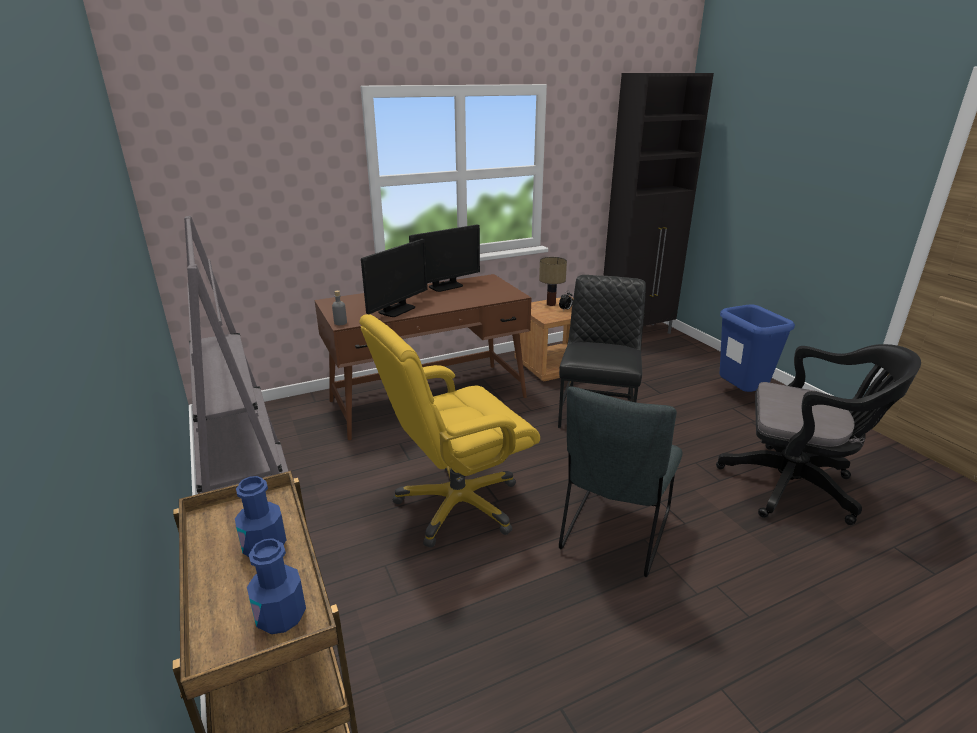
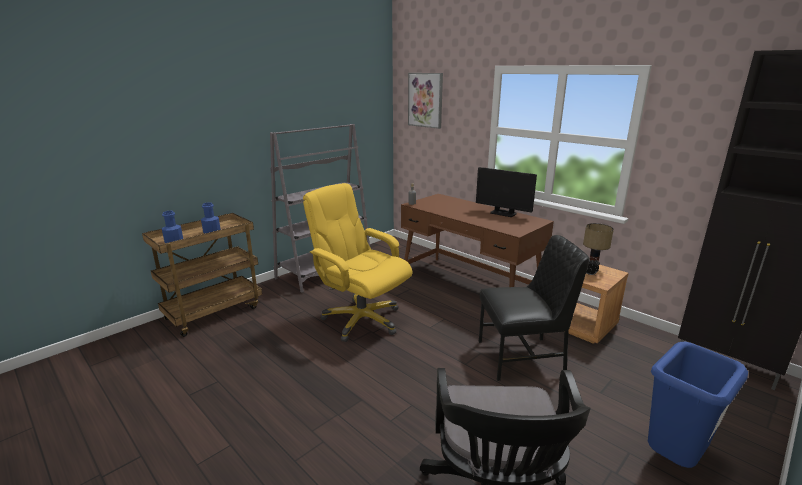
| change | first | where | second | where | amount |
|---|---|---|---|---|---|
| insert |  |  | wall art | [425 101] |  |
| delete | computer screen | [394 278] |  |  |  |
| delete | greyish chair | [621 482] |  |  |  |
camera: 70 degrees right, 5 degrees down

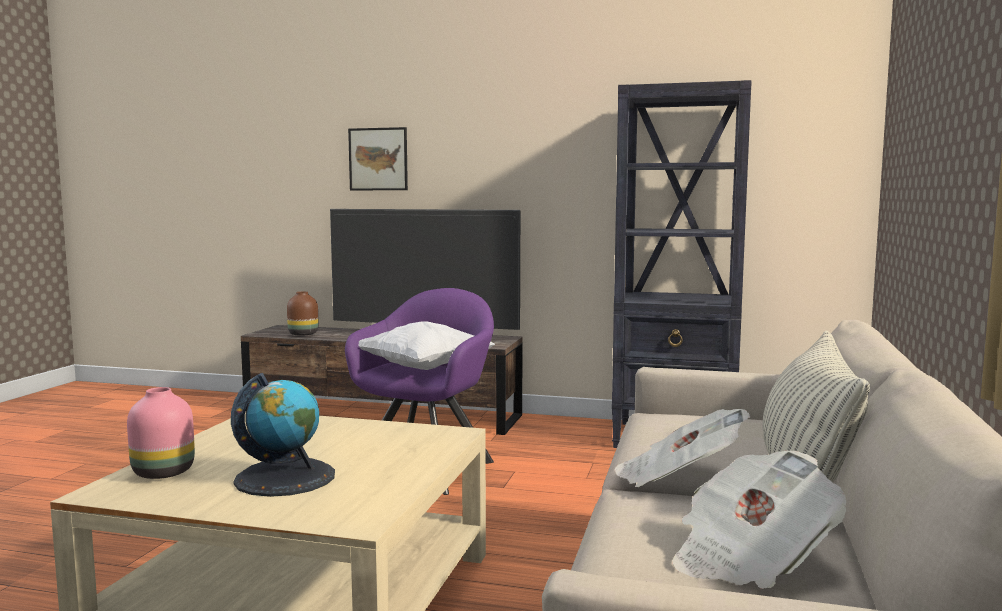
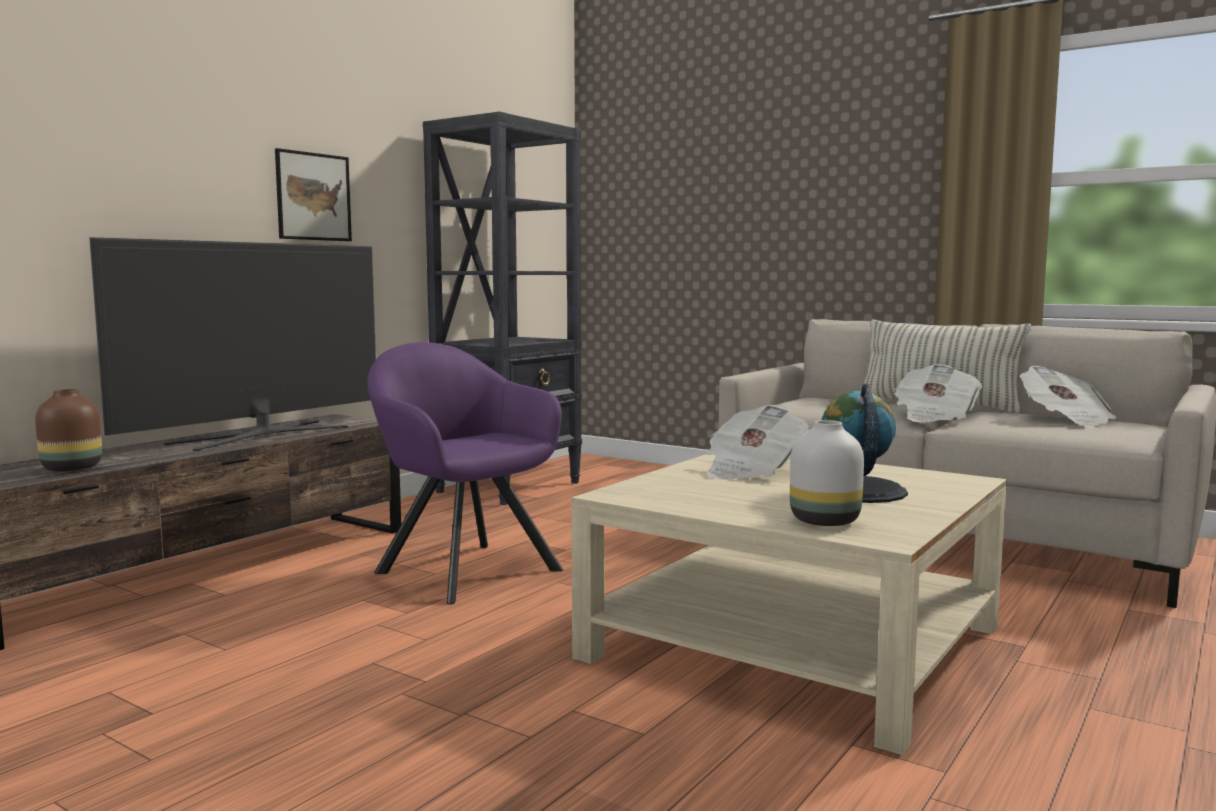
| change | first | where | second | where | amount |
|---|---|---|---|---|---|
| move | wall art | [378 158] |  | [313 194] |  |
| insert |  |  | newspaper | [757 442] |  |
| recolor | pink-coloured vase | [161 433] | white-coloured vase | [827 473] |  |
| delete | white-coloured pillow | [426 345] |  |  |  |
camera: 70 degrees left, 0 degrees up

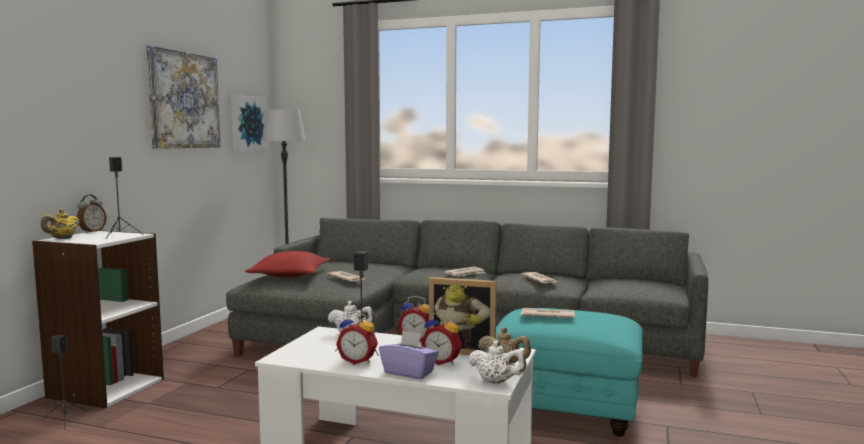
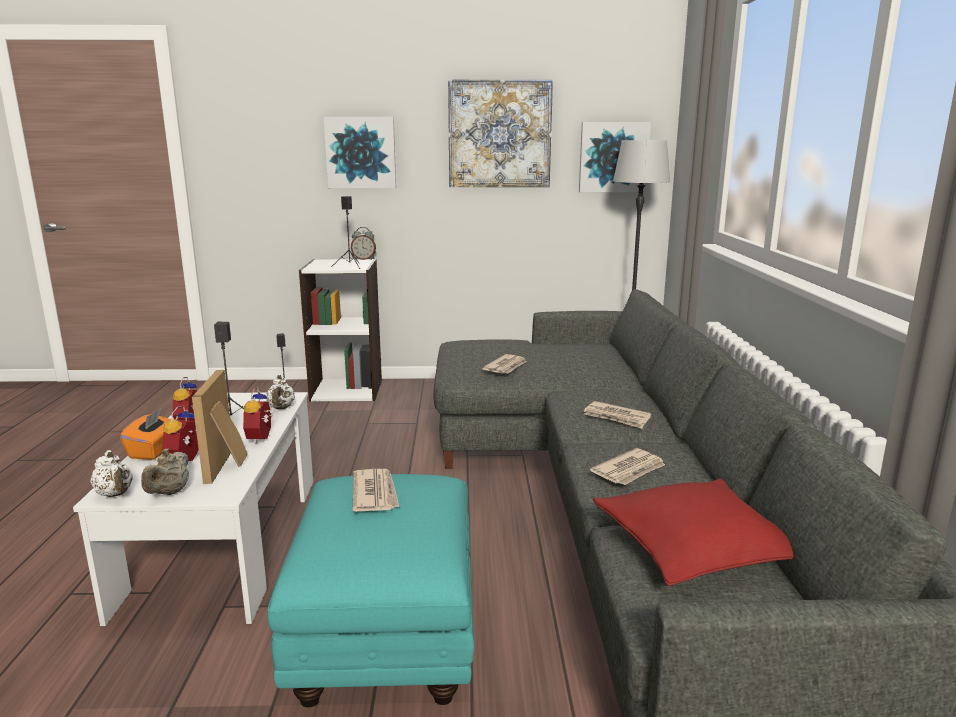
| change | first | where | second | where | amount |
|---|---|---|---|---|---|
| rotate | white-coloured teapot | [497 362] |  | [111 473] | 45 degrees counterclockwise |
| recolor | purple-coloured tissue box | [408 354] | orange tissue box | [146 434] |  |
| insert |  |  | wall art | [360 152] |  |
| move | reddish pillow | [287 264] |  | [693 532] |  |
| delete | yellow-coloured teapot | [60 224] |  |  |  |
camera: 70 degrees right, 10 degrees up

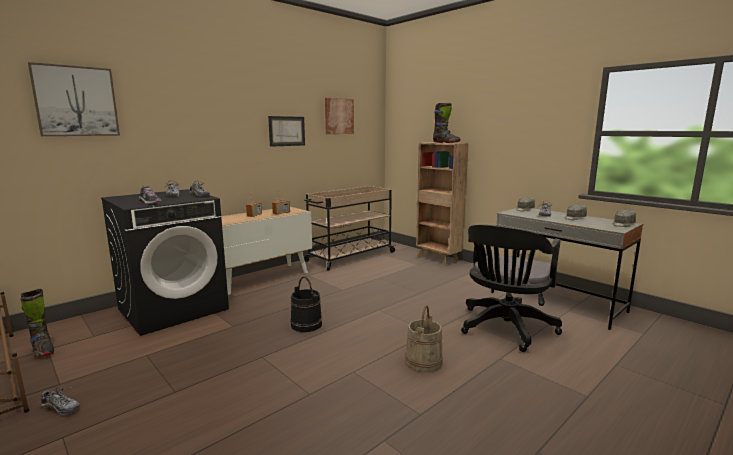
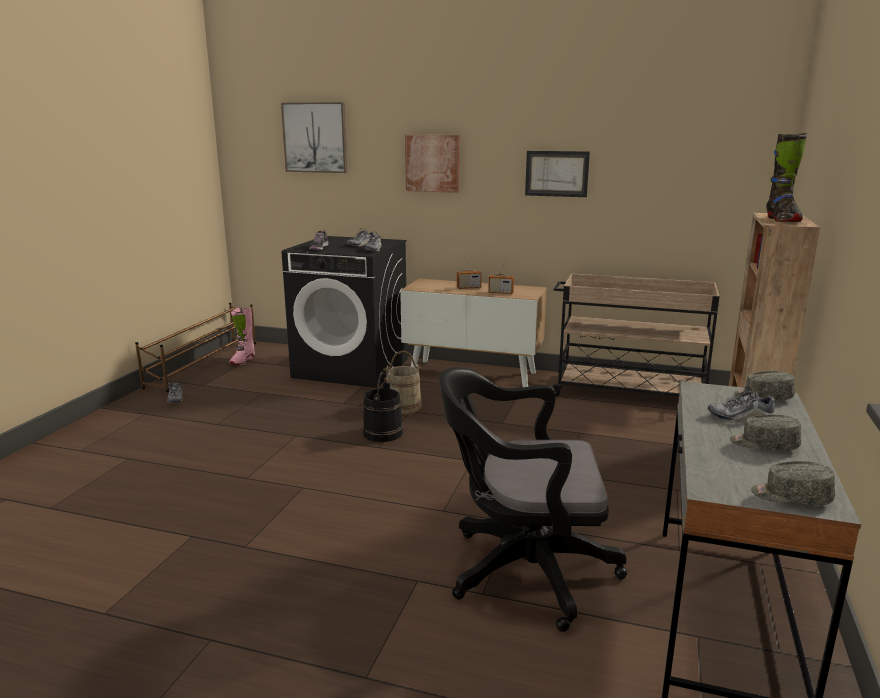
| change | first | where | second | where | amount |
|---|---|---|---|---|---|
| recolor | blackish tall boot | [37 323] | pink-coloured tall boot | [242 336] |  |
| move | sand-coloured bucket | [424 339] |  | [402 382] |  |
| move | wall art | [339 116] |  | [432 164] |  |
camera: 60 degrees right, 5 degrees up

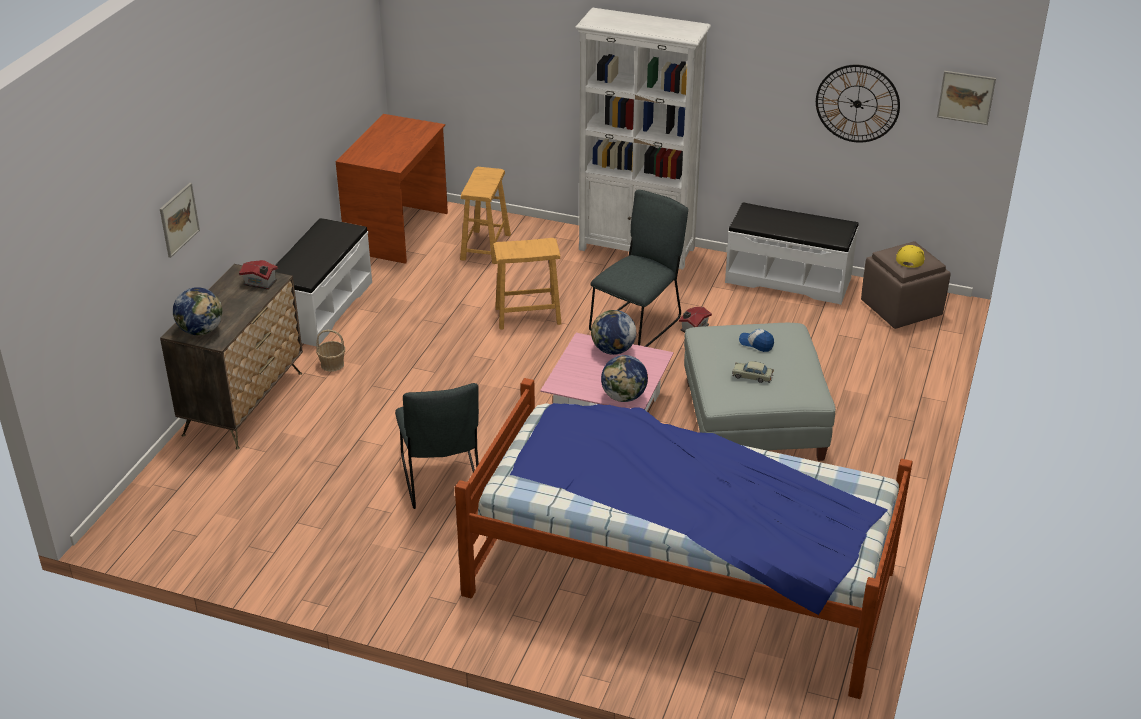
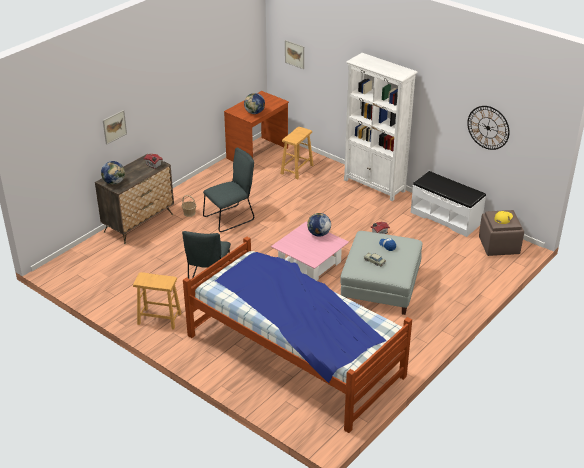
| change | first | where | second | where | amount |
|---|---|---|---|---|---|
| move | brownish stool seat | [527 284] |  | [157 301] |  |
| move | greyish chair | [638 268] |  | [228 190] |  |
| move | desk globe | [624 378] |  | [254 103] |  |
| move | wall art | [966 98] |  | [294 54] |  |
| delete | white-coloured long seat | [323 282] |  |  |  |
camera: 20 degrees right, 0 degrees up

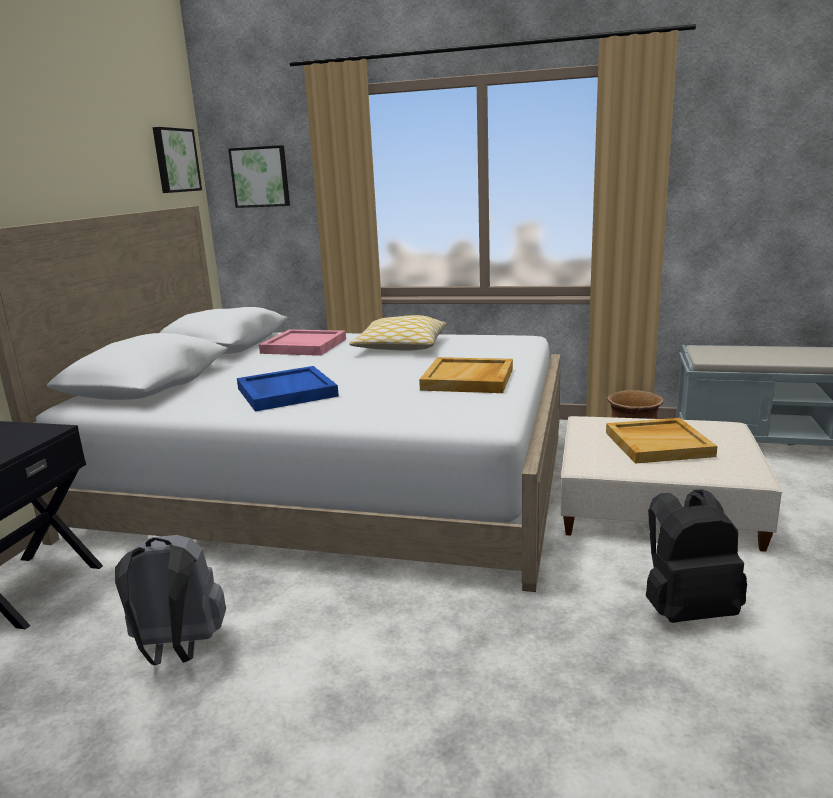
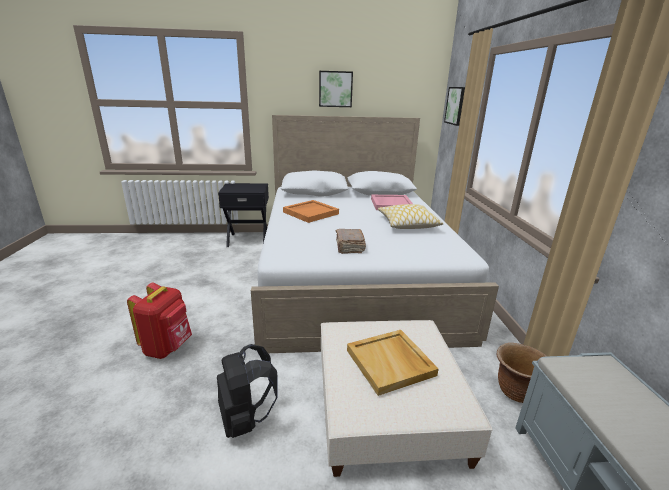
| change | first | where | second | where | amount |
|---|---|---|---|---|---|
| insert |  |  | reddish backpack | [159 321] |  |
| recolor | blue tray | [288 389] | orange tray | [311 211] |  |
| move | wall art | [177 160] |  | [336 89] |  |
| replace | sand-coloured tray | [466 375] | brownish bound book | [351 241] |  |
| delete | greyish backpack | [170 600] |  |  |  |
camera: 70 degrees right, 5 degrees up

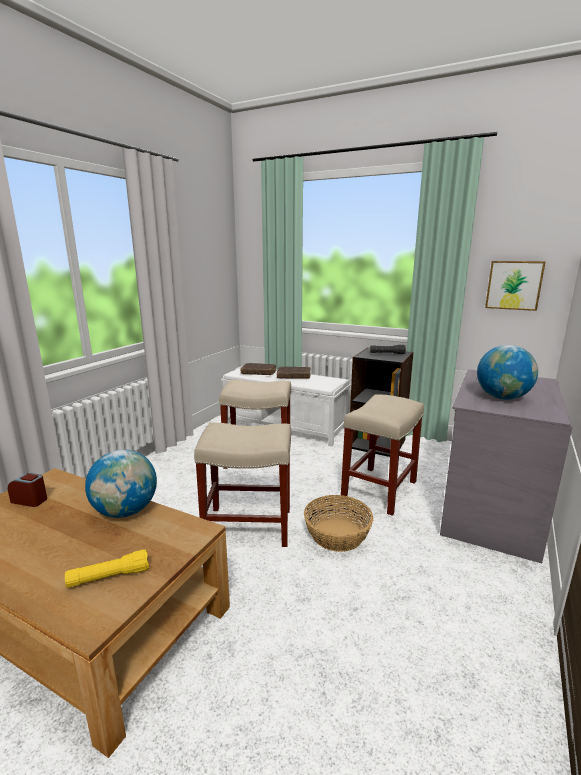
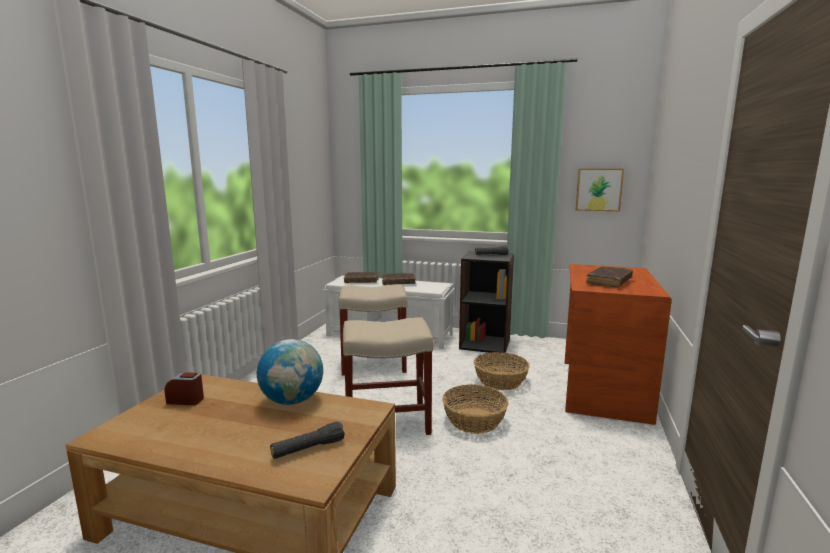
| change | first | where | second | where | amount |
|---|---|---|---|---|---|
| recolor | yellow-coloured flashlight | [107 568] | blackish flashlight | [307 440] |  |
| replace | sand-coloured stool seat | [382 455] | storage basket | [502 371] |  |
| recolor | greyish desk | [506 466] | brownish desk | [618 344] |  |
| replace | desk globe | [507 372] | brownish bound book | [609 276] |  |
camera: 10 degrees left, 5 degrees down

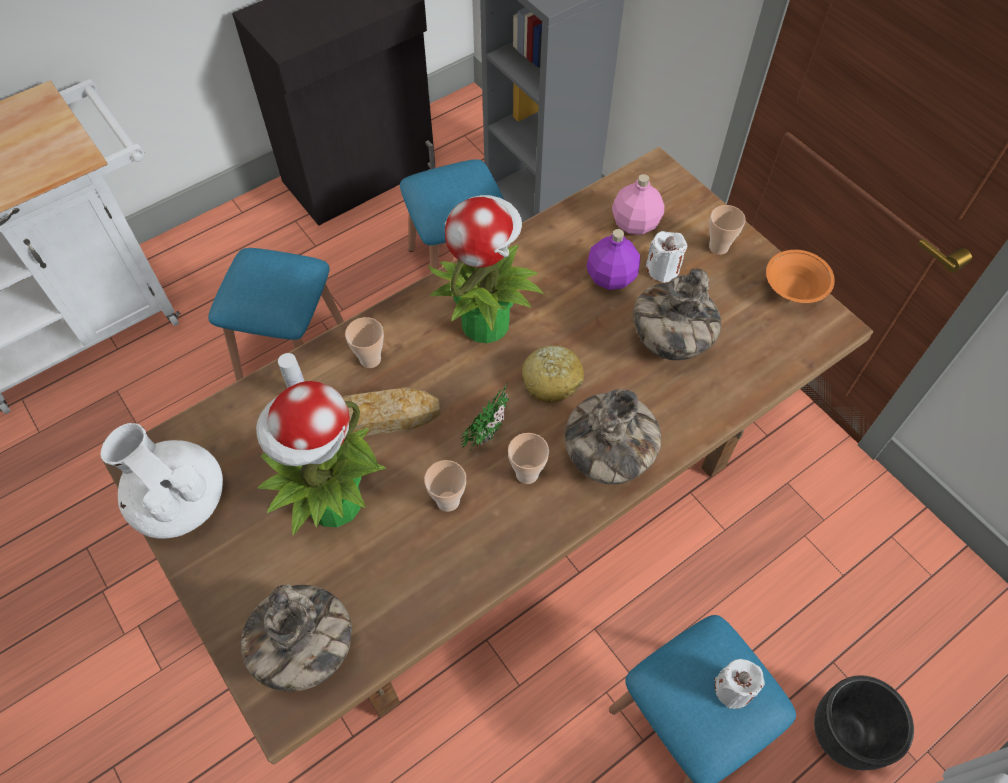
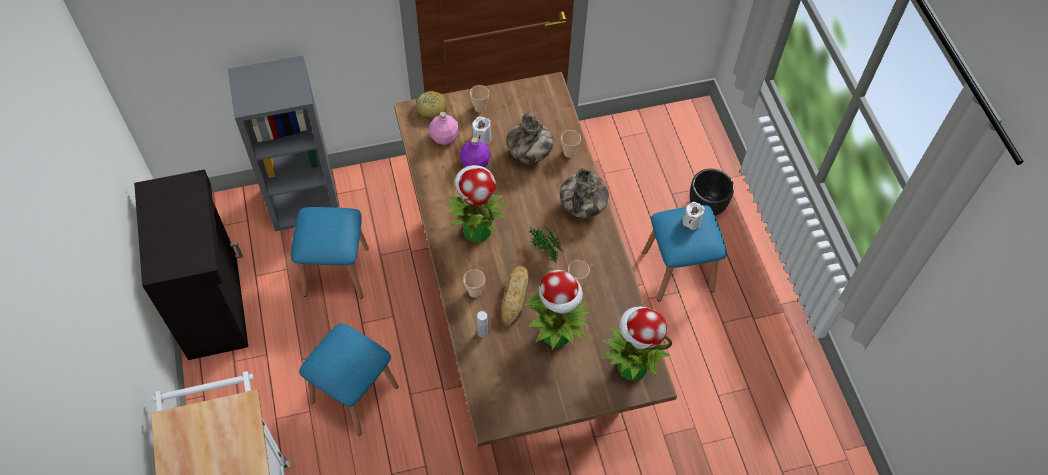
| change | first | where | second | where | amount |
|---|---|---|---|---|---|
| move | bread | [553 373] |  | [431 105] |  |
| move | cup | [528 458] |  | [571 144] |  |
| replace | vase | [296 637] | houseplant | [636 343] |  |
| delete | white-coloured teapot | [161 481] |  |  |  |
| delete | orange serving bowl | [800 276] |  |  |  |
camera: 70 degrees left, 0 degrees up

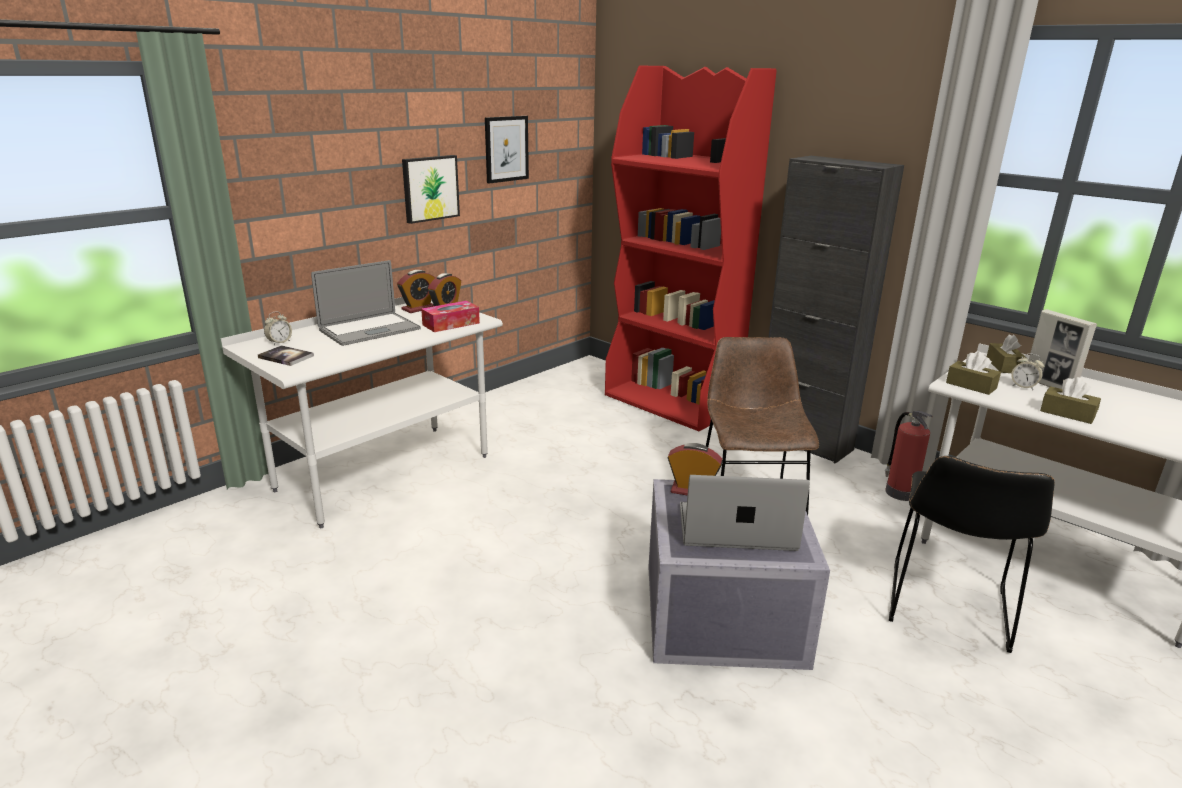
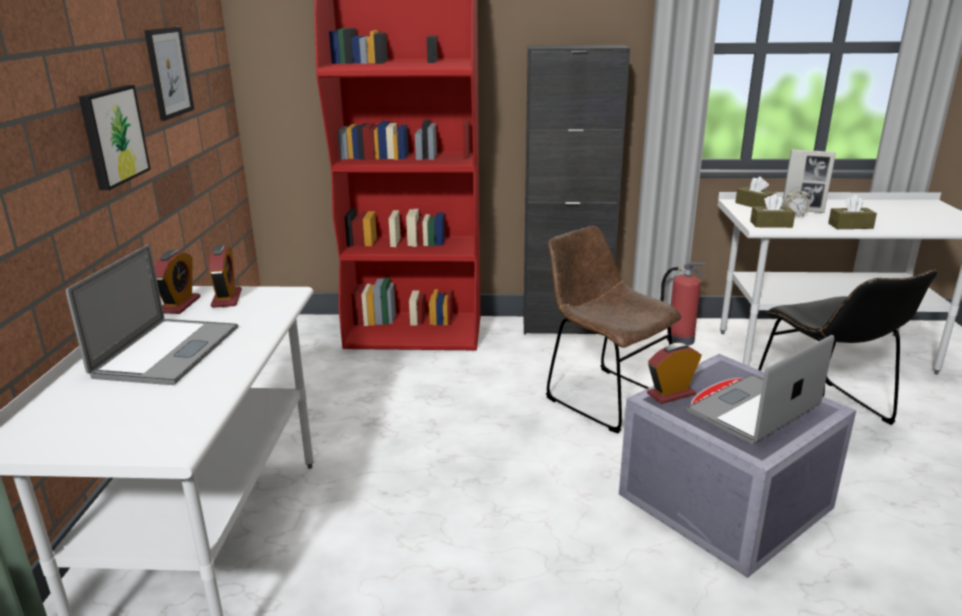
| change | first | where | second | where | amount |
|---|---|---|---|---|---|
| delete | bound book | [286 355] |  |  |  |
| delete | table clock | [278 328] |  |  |  |
| delete | tissue box | [450 316] |  |  |  |
camera: 40 degrees left, 0 degrees up

